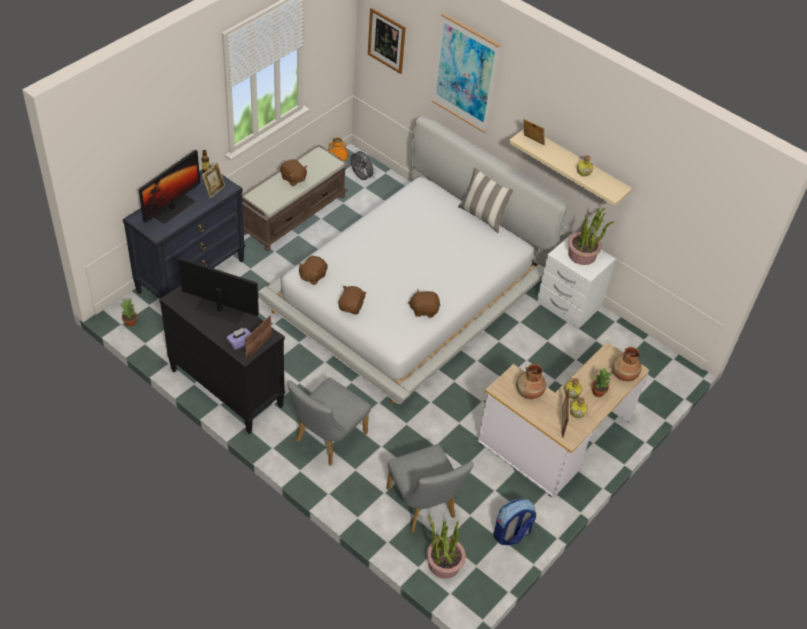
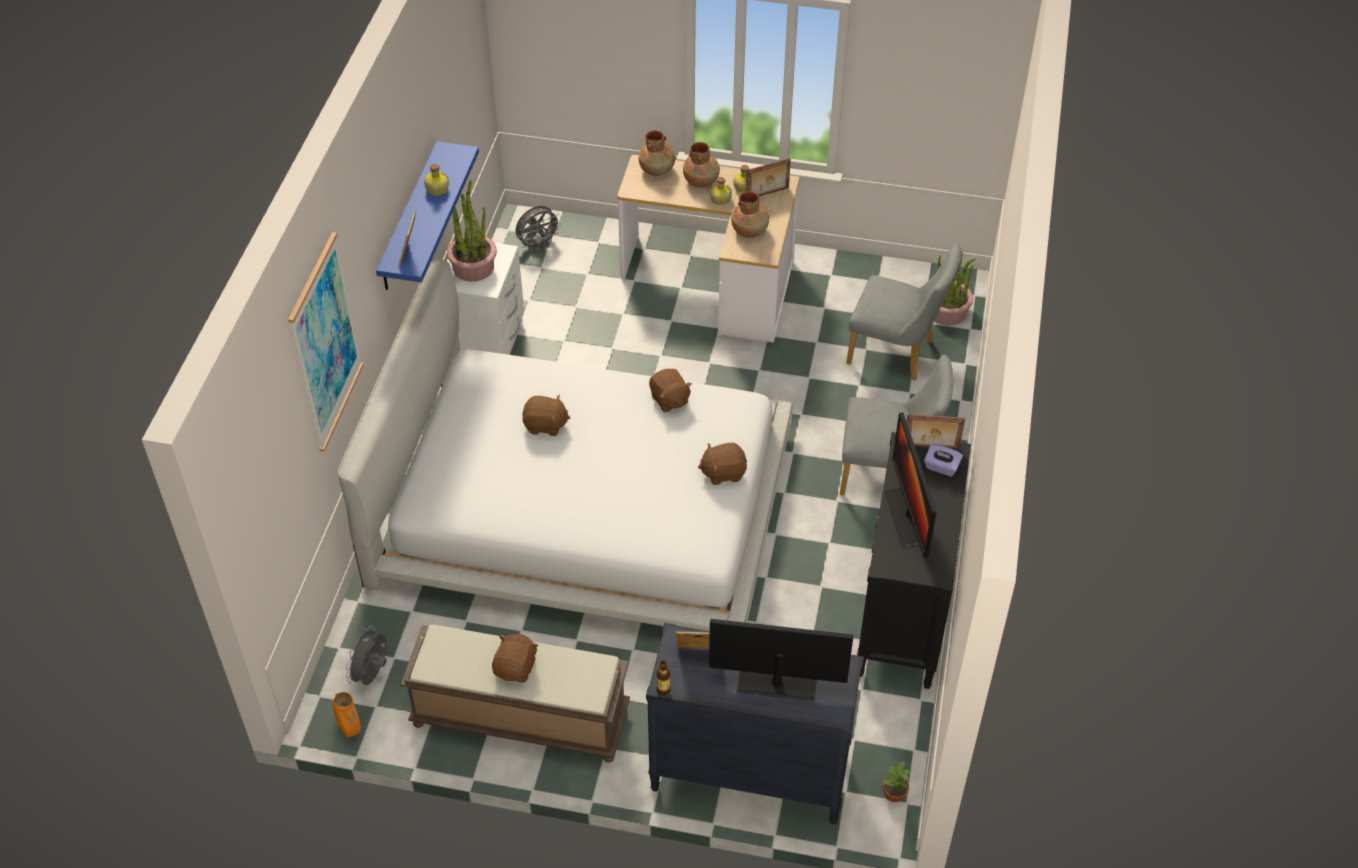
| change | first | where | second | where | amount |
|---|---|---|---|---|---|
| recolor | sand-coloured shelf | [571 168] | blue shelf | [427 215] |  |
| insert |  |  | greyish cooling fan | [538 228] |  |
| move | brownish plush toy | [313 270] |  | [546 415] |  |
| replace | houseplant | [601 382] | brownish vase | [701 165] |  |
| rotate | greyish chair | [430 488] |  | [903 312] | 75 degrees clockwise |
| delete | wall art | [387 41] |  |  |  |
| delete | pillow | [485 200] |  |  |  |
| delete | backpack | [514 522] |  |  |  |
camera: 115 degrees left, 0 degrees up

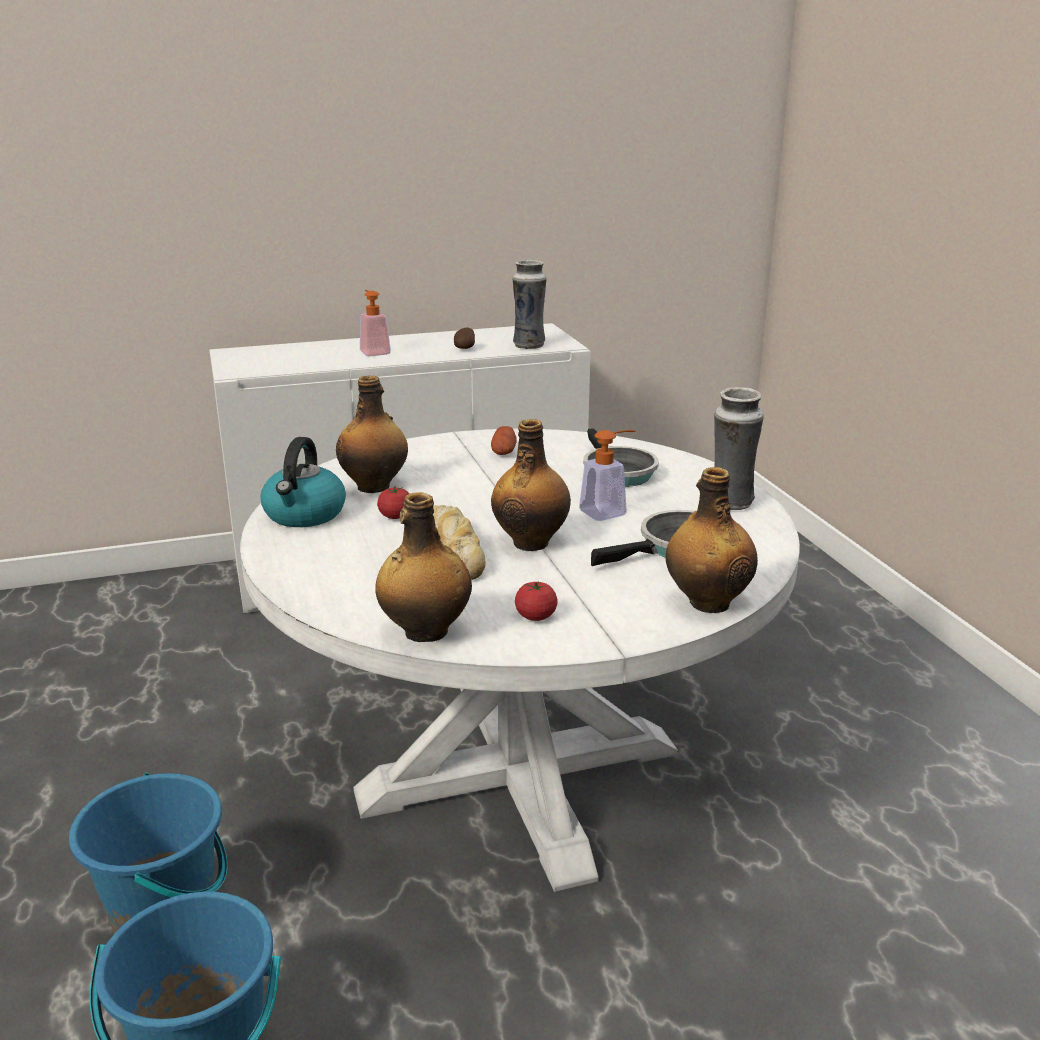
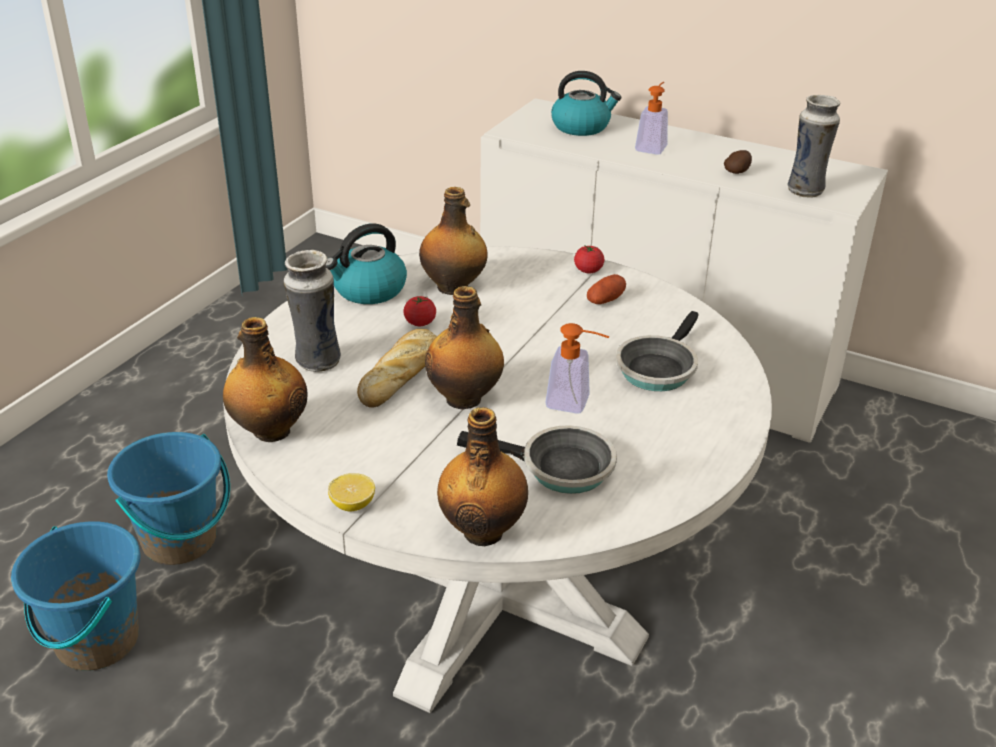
| change | first | where | second | where | amount |
|---|---|---|---|---|---|
| move | vase | [739 448] |  | [312 311] |  |
| insert |  |  | whole lemon | [351 492] |  |
| insert |  |  | tea kettle | [586 103] |  |
| move | fresh tomato | [536 601] |  | [589 259] |  |
camera: 45 degrees right, 10 degrees up

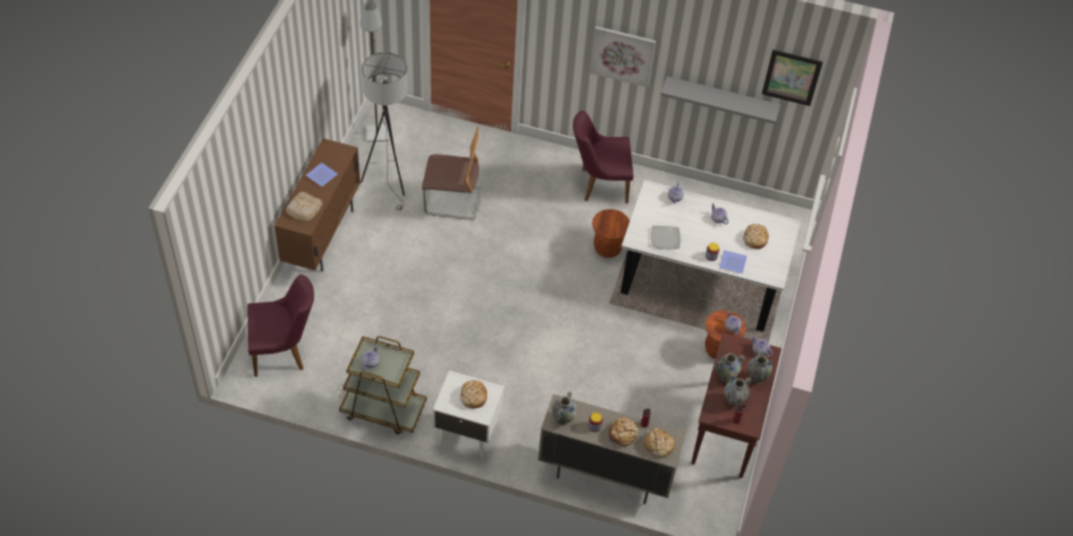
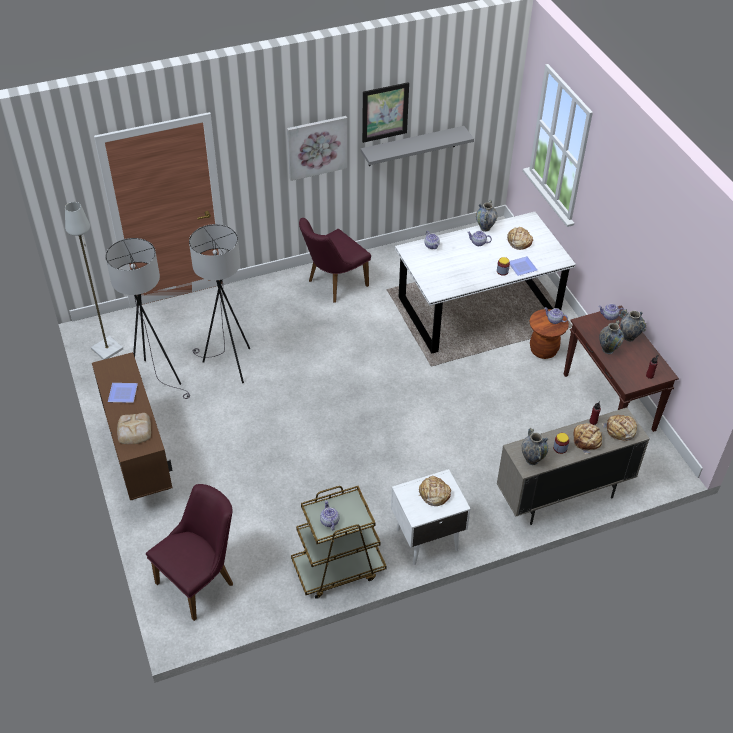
| change | first | where | second | where | amount |
|---|---|---|---|---|---|
| replace | chair | [451 173] | greyish standard lamp | [219 303] |  |
| move | wall art | [792 78] |  | [385 112] |  |
| move | vase | [737 391] |  | [486 216] |  |
| delete | brownish stool seat | [611 233] |  |  |  |
| delete | plate | [666 237] |  |  |  |
camera: 35 degrees left, 5 degrees down

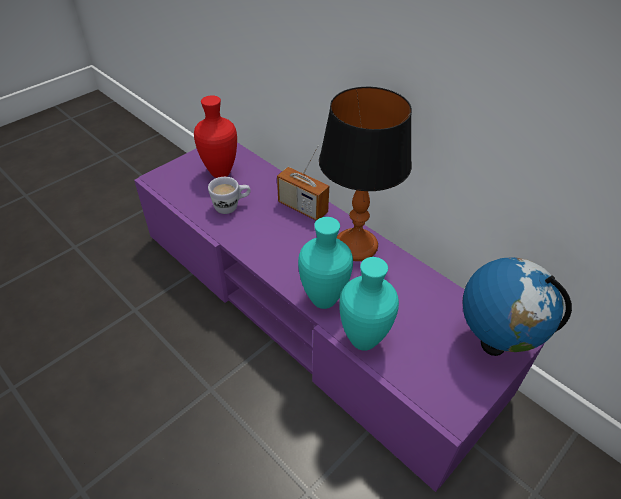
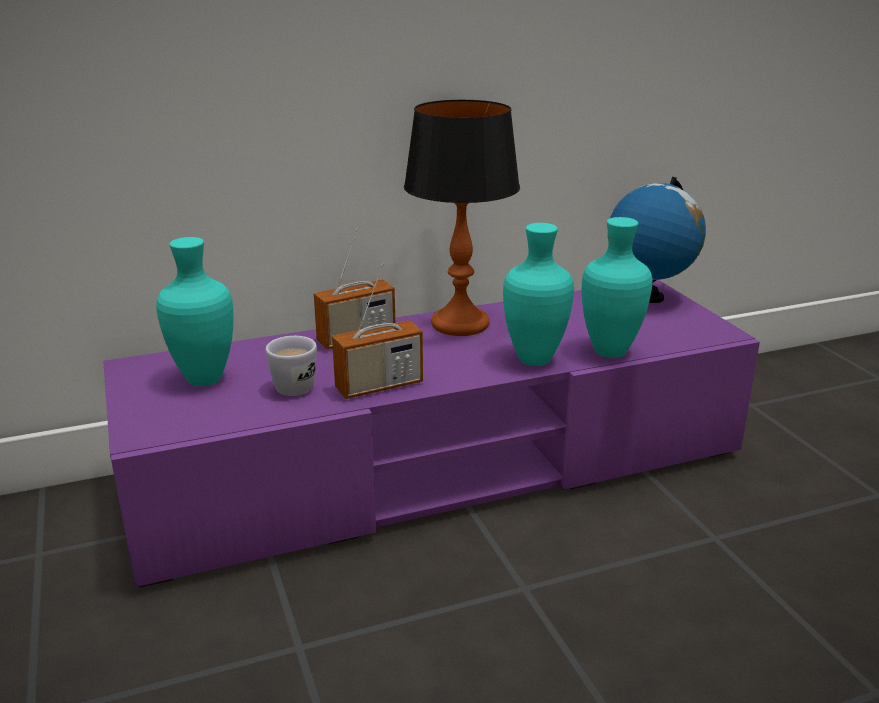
| change | first | where | second | where | amount |
|---|---|---|---|---|---|
| recolor | reddish vase | [215 136] | turquoise-coloured vase | [194 311] |  |
| insert |  |  | radio | [377 331] |  |
camera: 65 degrees left, 20 degrees down

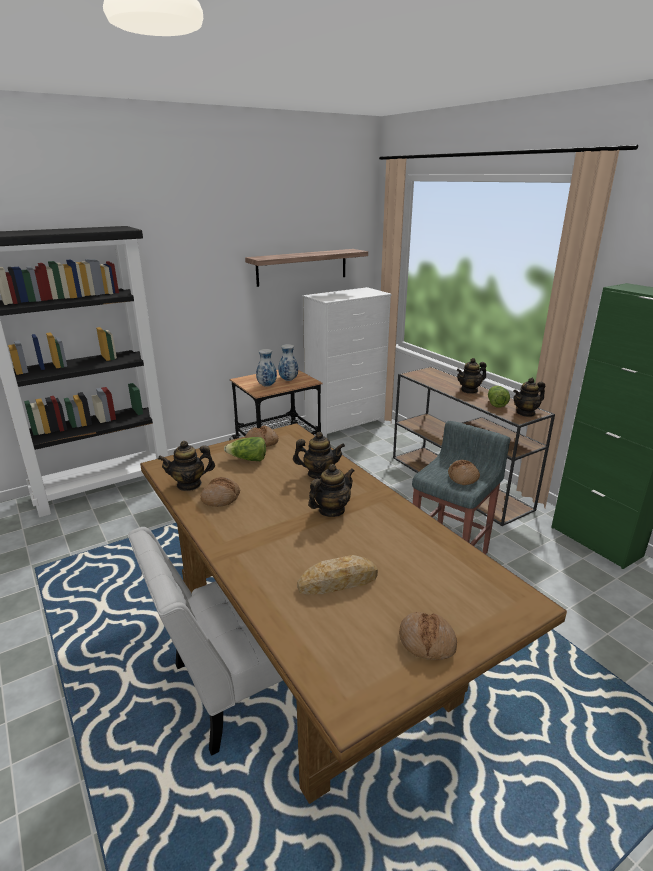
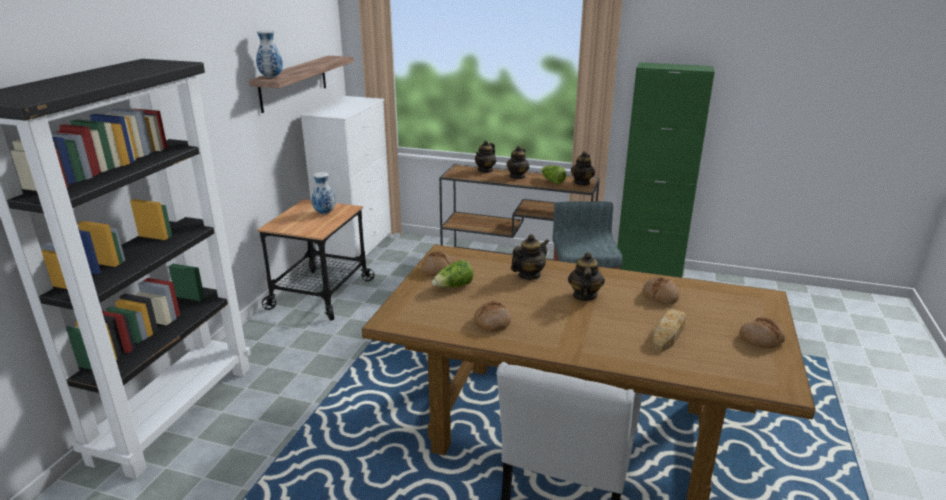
| change | first | where | second | where | amount |
|---|---|---|---|---|---|
| move | vase | [266 368] |  | [269 54] |  |
| move | teapot | [186 466] |  | [485 156] |  |
| move | bread | [464 472] |  | [661 291] |  |
camera: 40 degrees left, 0 degrees up

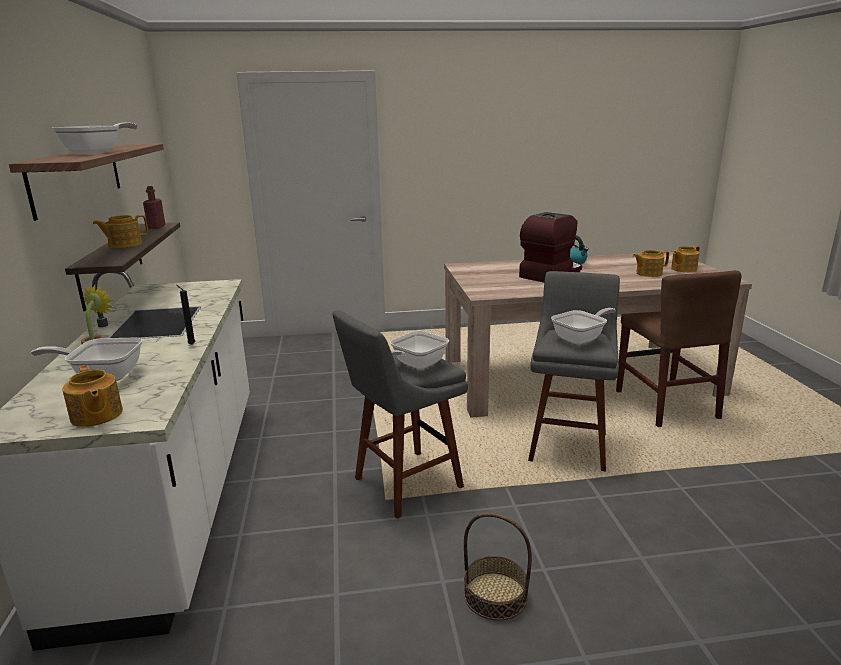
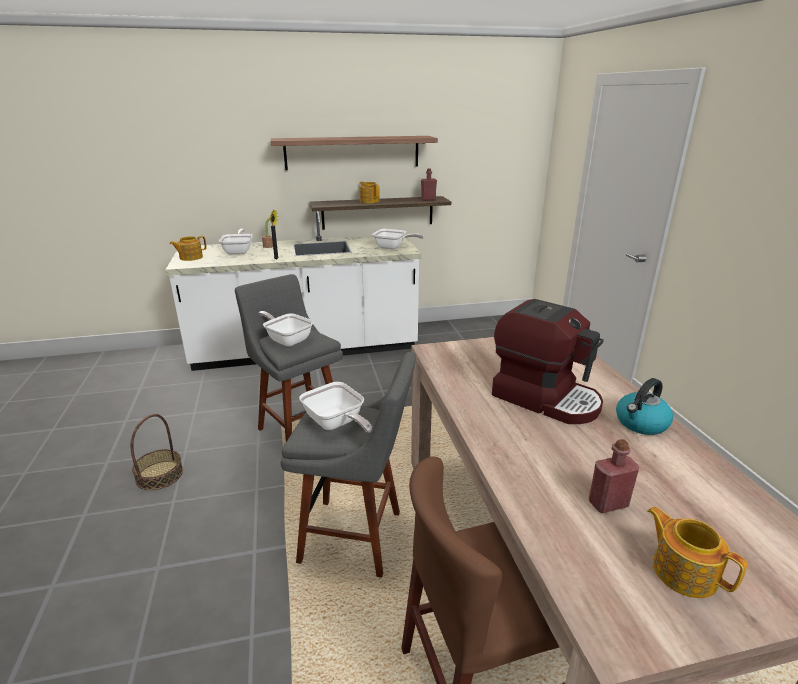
| change | first | where | second | where | amount |
|---|---|---|---|---|---|
| move | pan | [94 138] |  | [398 239] |  |
| replace | teapot | [651 263] | reddish drink bottle | [614 476] |  |
camera: 85 degrees right, 5 degrees up

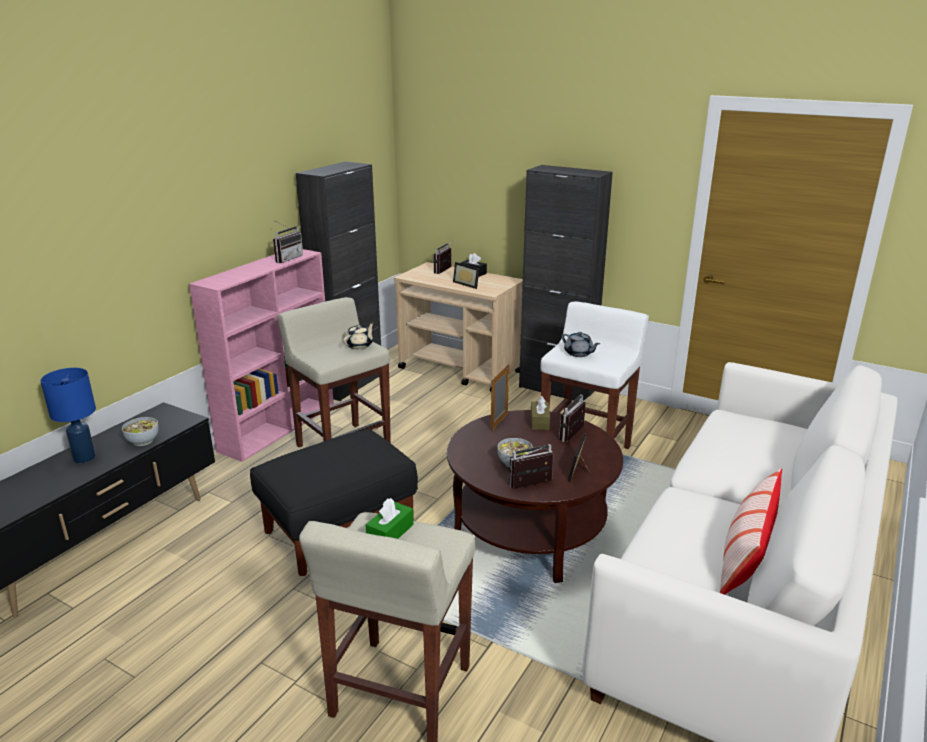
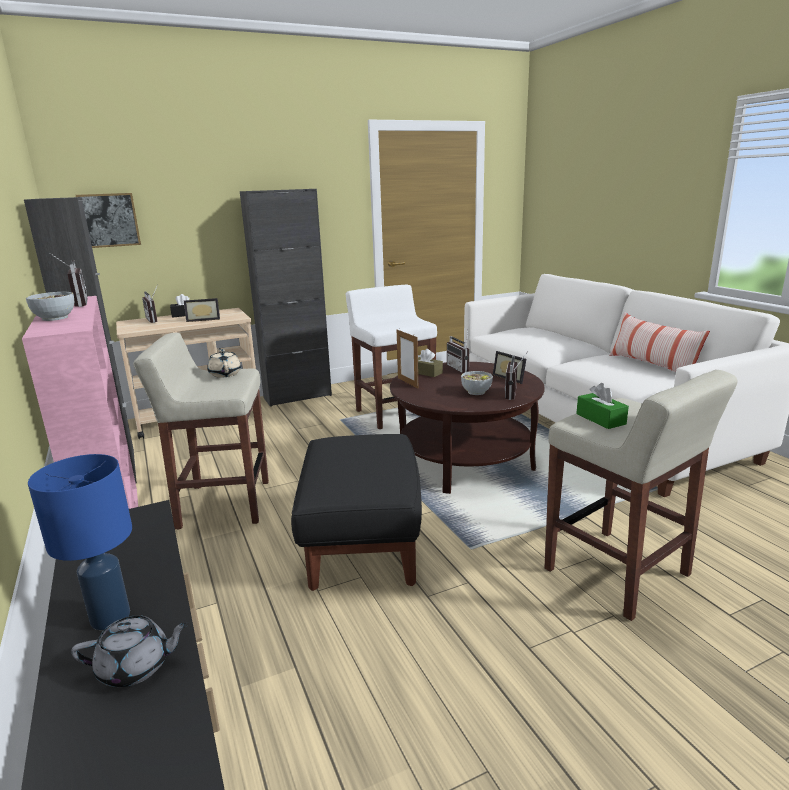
| change | first | where | second | where | amount |
|---|---|---|---|---|---|
| move | serving bowl | [140 431] |  | [50 306] |  |
| move | greyish teapot | [581 344] |  | [130 651] |  |
| insert |  |  | wall art | [108 220] |  |
camera: 55 degrees left, 5 degrees down

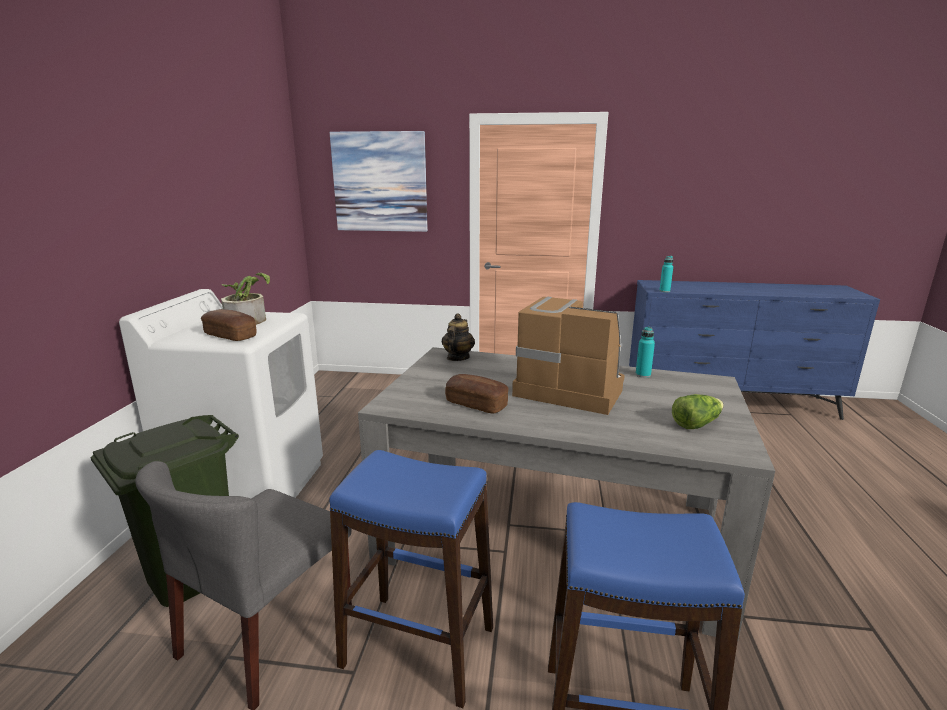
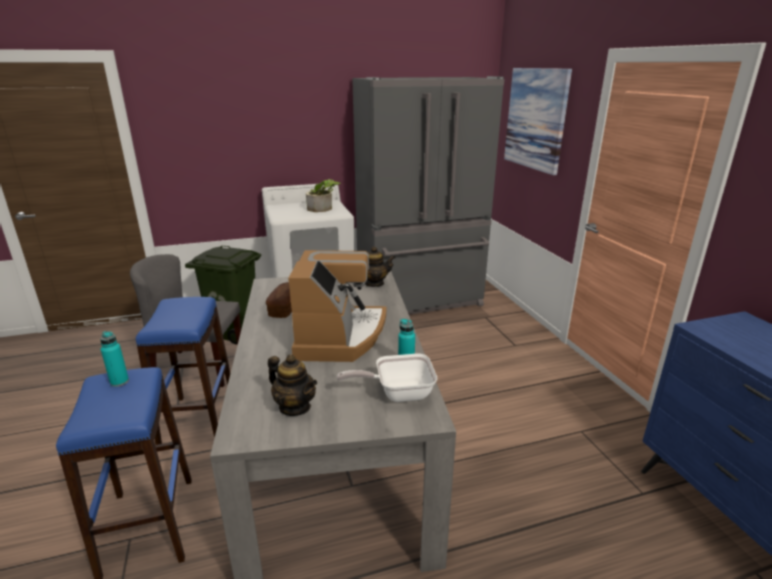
| change | first | where | second | where | amount |
|---|---|---|---|---|---|
| move | turquoise-coloured drink bottle | [666 274] |  | [114 359] |  |
| replace | head of lettuce | [698 411] | teapot | [292 385] |  |
| insert |  |  | pan | [387 378] |  |
| insert |  |  | greyish fridge | [428 195] |  |
| delete | bread | [228 325] |  |  |  |
camera: 65 degrees right, 5 degrees up

